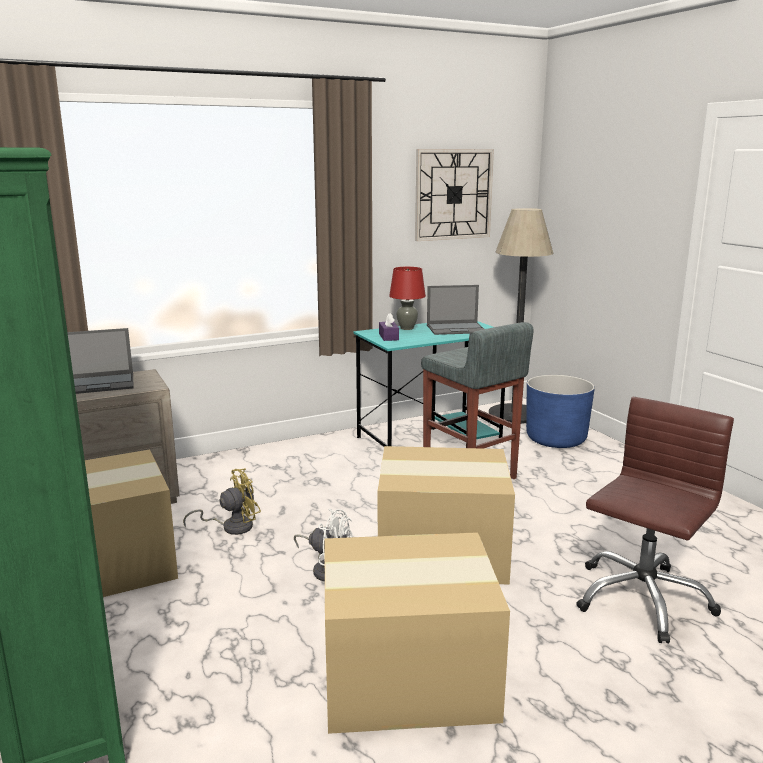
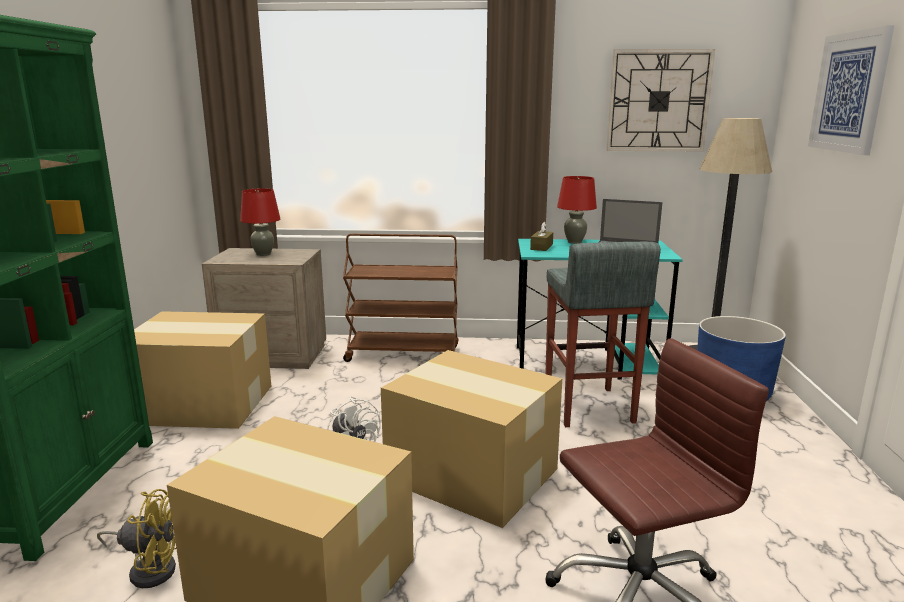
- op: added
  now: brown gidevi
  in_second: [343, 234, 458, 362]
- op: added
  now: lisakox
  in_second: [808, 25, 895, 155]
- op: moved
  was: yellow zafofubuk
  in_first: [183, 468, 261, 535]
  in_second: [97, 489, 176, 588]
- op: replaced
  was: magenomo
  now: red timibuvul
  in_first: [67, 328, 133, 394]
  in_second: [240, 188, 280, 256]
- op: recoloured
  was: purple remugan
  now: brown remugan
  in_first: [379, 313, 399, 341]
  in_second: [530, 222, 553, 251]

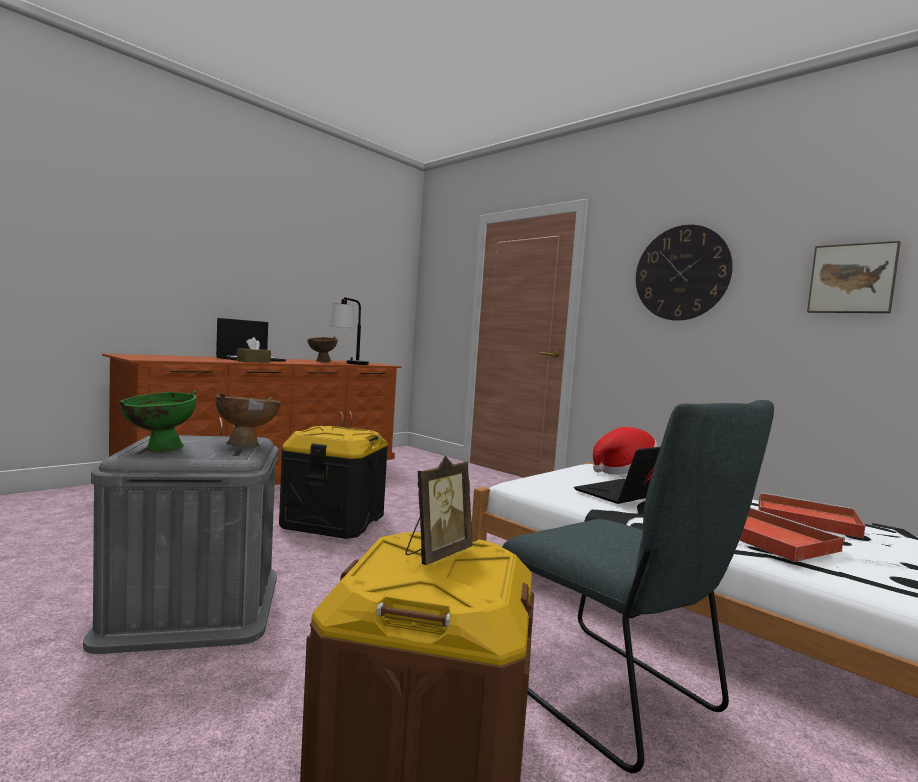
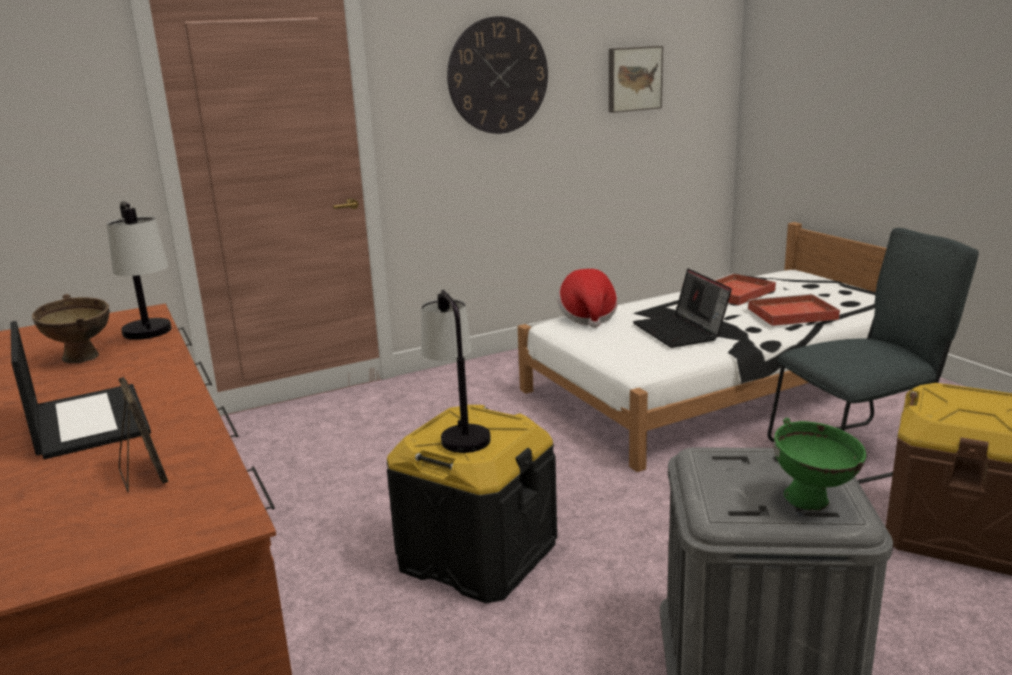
- op: removed
  was: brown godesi
  in_first: [215, 393, 281, 447]
- op: removed
  was: brown remugan
  in_first: [237, 337, 271, 363]
- op: added
  now: timibuvul
  in_second: [421, 290, 491, 453]
- op: moved
  was: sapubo
  in_first: [406, 456, 472, 565]
  in_second: [118, 377, 169, 492]

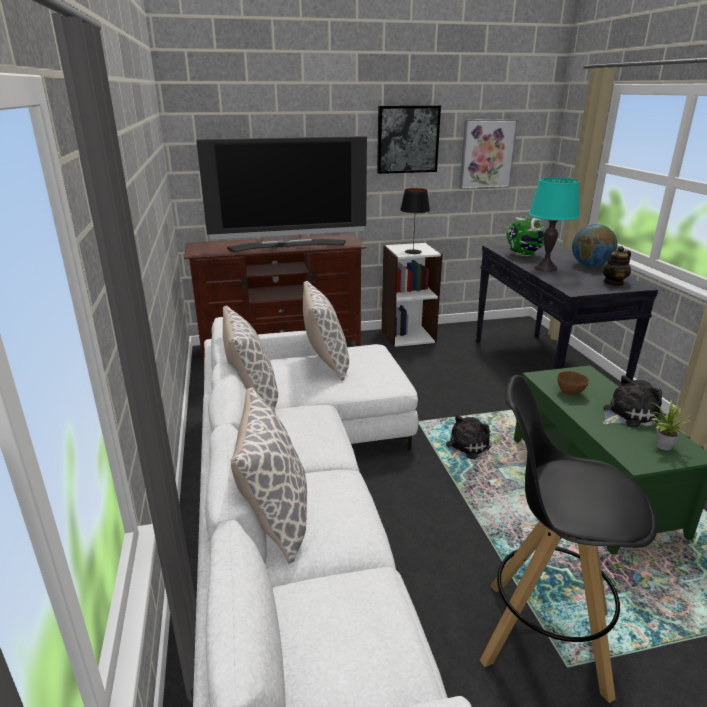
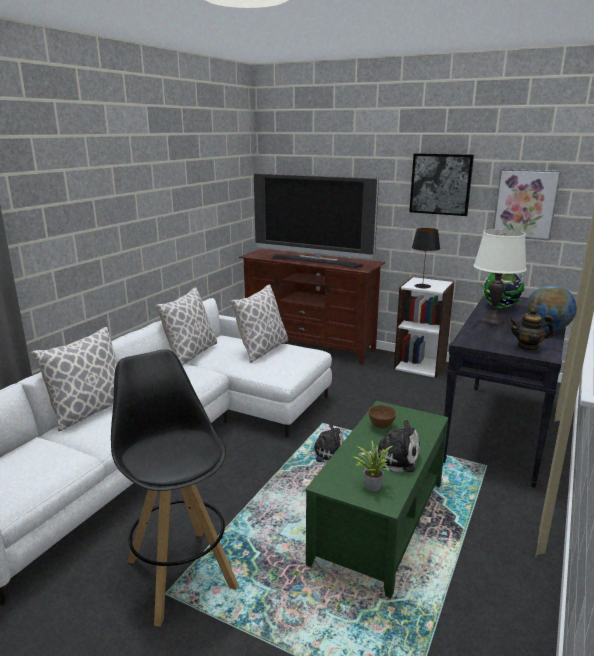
- op: recoloured
  was: turquoise timibuvul
  now: white timibuvul
  in_first: [529, 177, 580, 272]
  in_second: [474, 229, 527, 325]

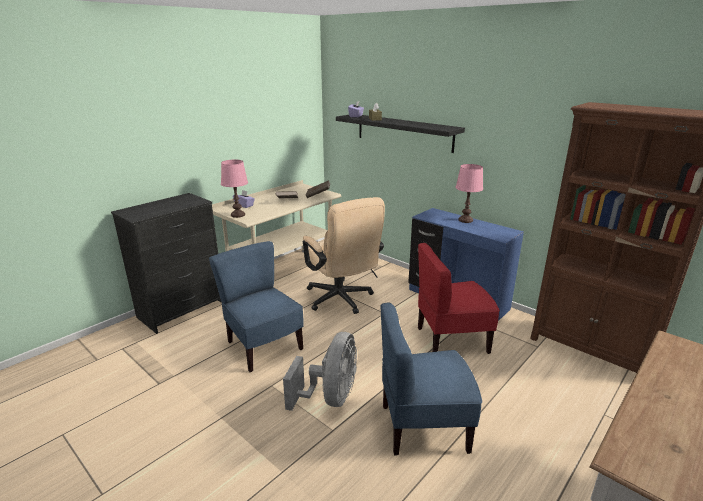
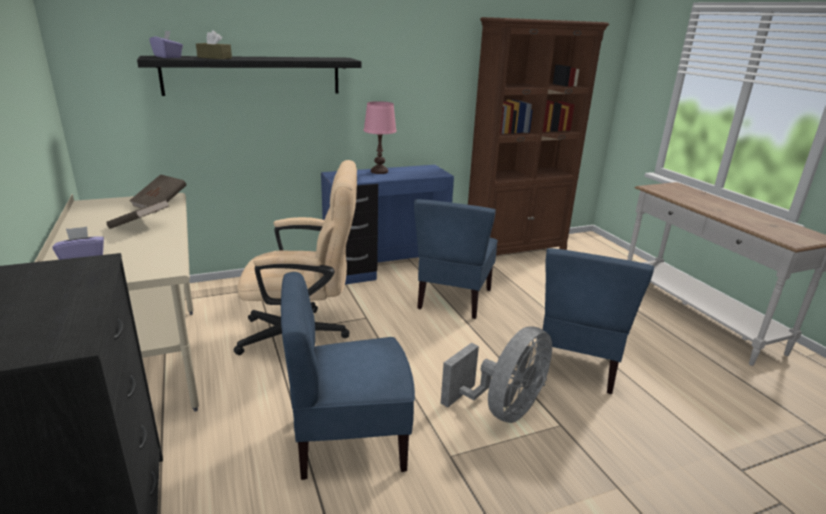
- op: removed
  was: pink timibuvul
  in_first: [221, 160, 248, 218]
- op: recoloured
  was: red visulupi
  now: blue visulupi
  in_first: [418, 243, 500, 354]
  in_second: [414, 199, 498, 319]
- op: turned
  was: grey zafofubuk
  in_first: [283, 332, 357, 411]
  in_second: [441, 327, 552, 423]
  clockwise: 90

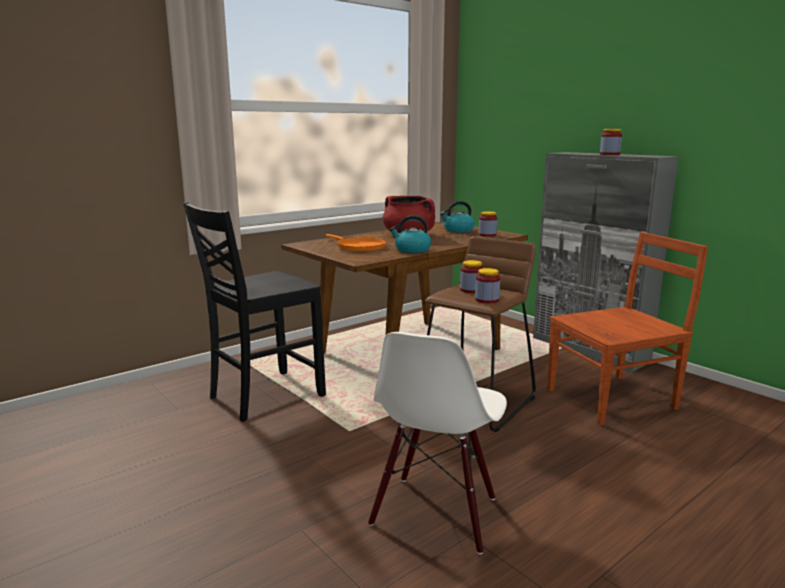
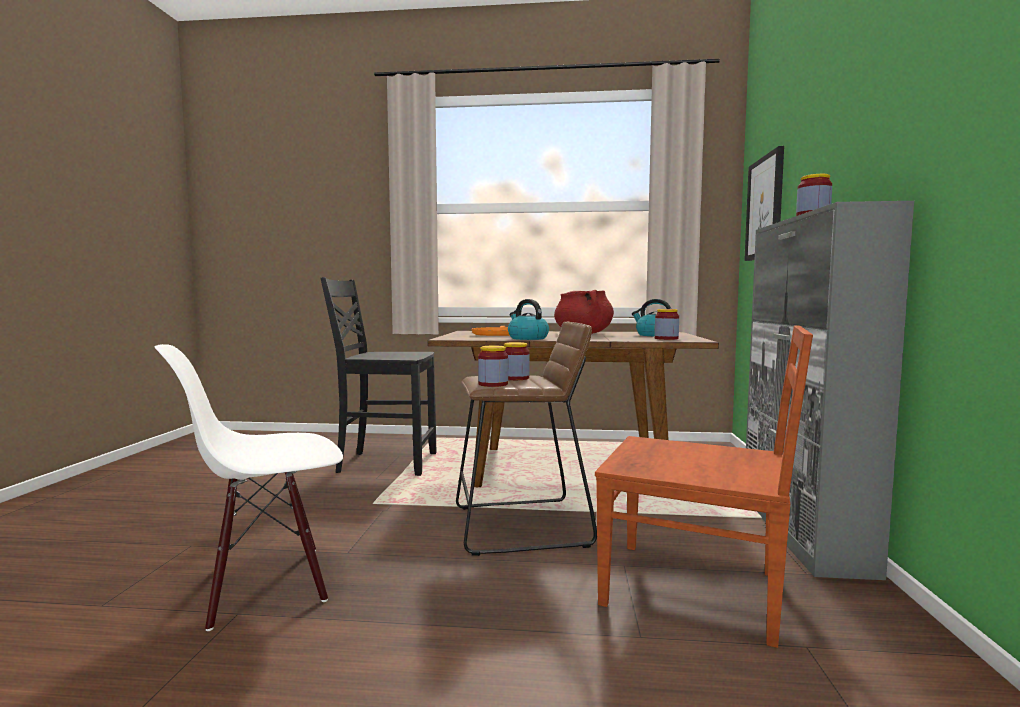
- op: added
  now: lisakox
  in_second: [744, 146, 784, 261]

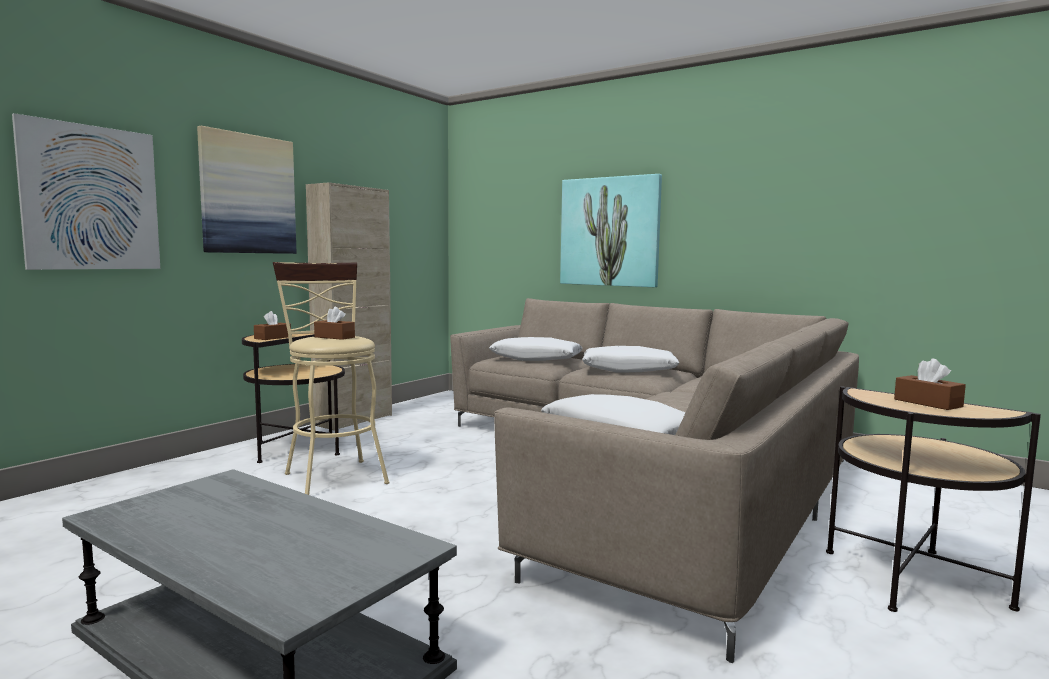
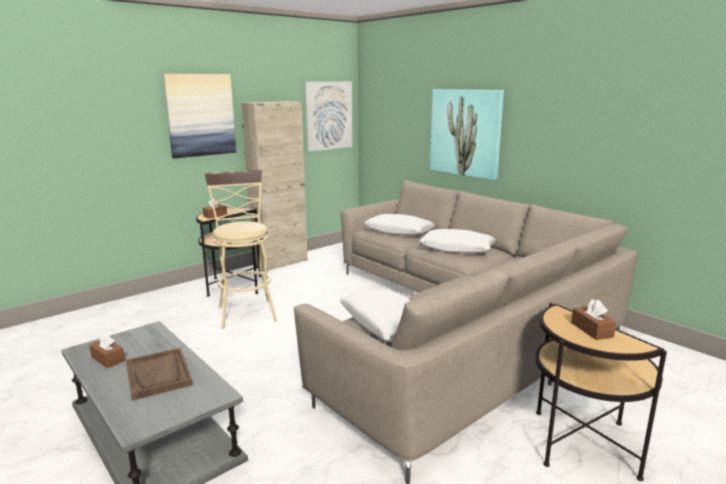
- op: added
  now: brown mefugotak
  in_second: [126, 348, 193, 401]
- op: moved
  was: lisakox
  in_first: [12, 113, 160, 270]
  in_second: [305, 81, 353, 152]
- op: moved
  was: brown remugan
  in_first: [314, 307, 355, 340]
  in_second: [89, 333, 125, 368]

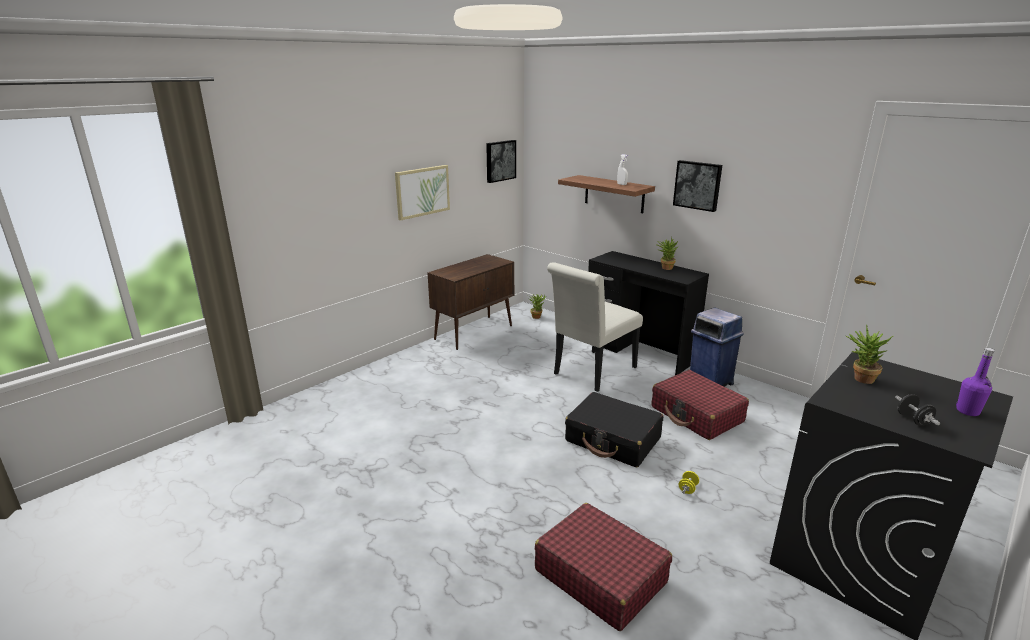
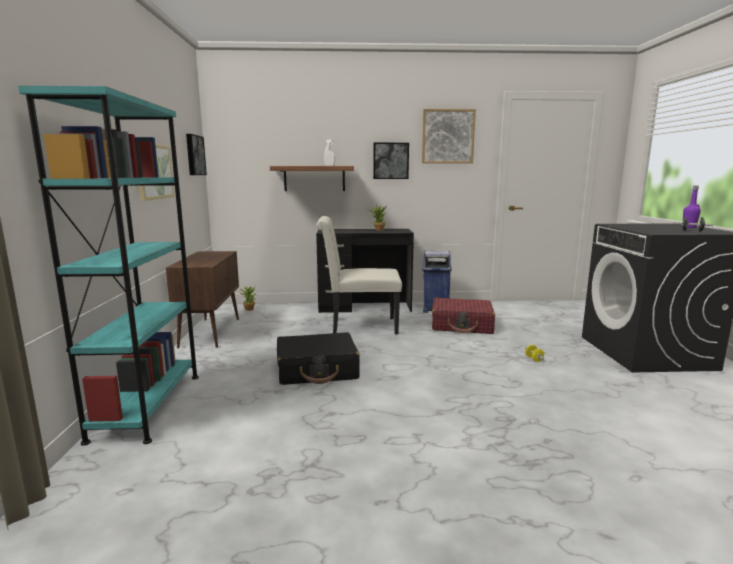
- op: removed
  was: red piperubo
  in_first: [535, 503, 672, 631]
- op: removed
  was: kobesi
  in_first: [846, 325, 893, 384]
- op: added
  now: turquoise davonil
  in_second: [18, 86, 199, 446]
- op: added
  now: lisakox
  in_second: [422, 109, 476, 163]
- op: moved
  was: black piperubo
  in_first: [565, 392, 663, 467]
  in_second: [277, 332, 360, 385]
- op: turned
  was: white visulupi
  in_first: [547, 262, 643, 392]
  in_second: [316, 216, 402, 335]
  clockwise: 90

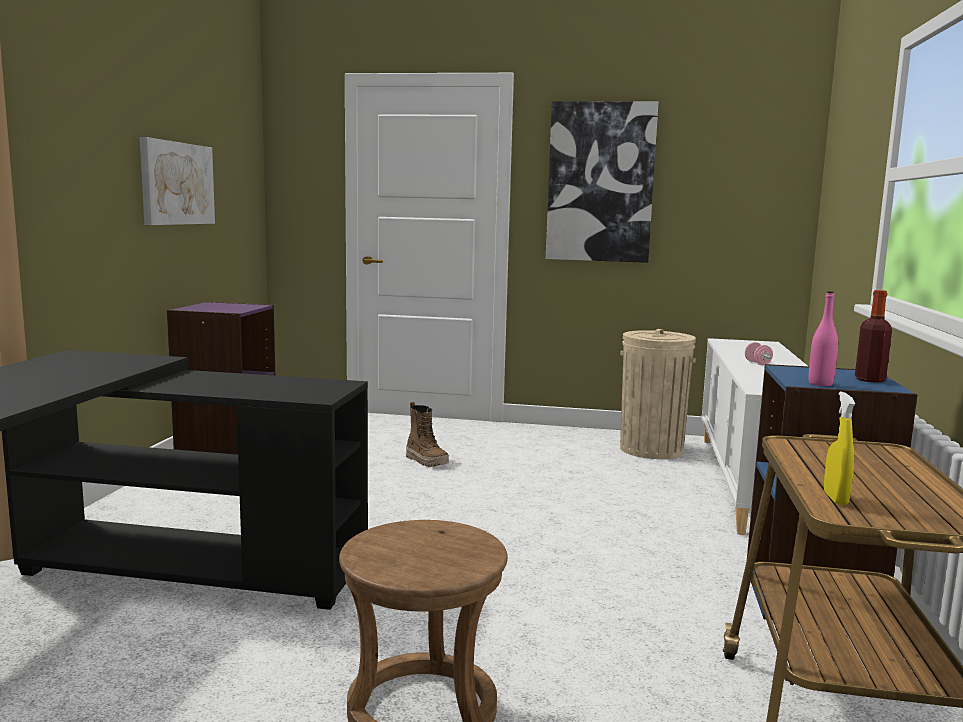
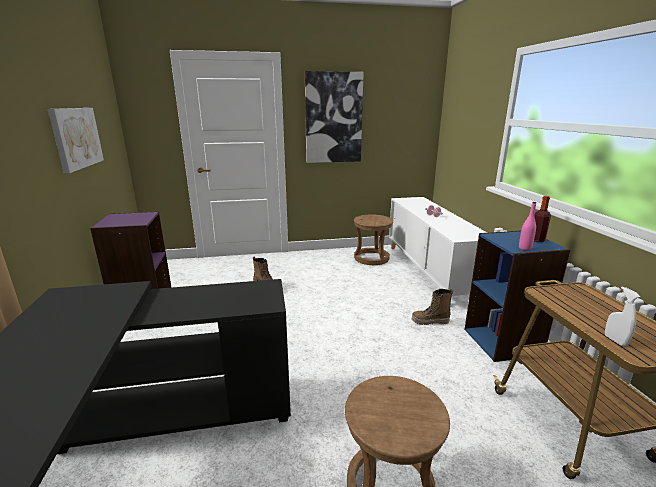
- op: added
  now: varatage
  in_second: [411, 289, 453, 325]
- op: replaced
  was: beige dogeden
  now: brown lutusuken
  in_first: [620, 329, 696, 459]
  in_second: [354, 215, 393, 265]
- op: recoloured
  was: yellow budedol
  now: white budedol
  in_first: [824, 392, 855, 505]
  in_second: [605, 286, 640, 346]

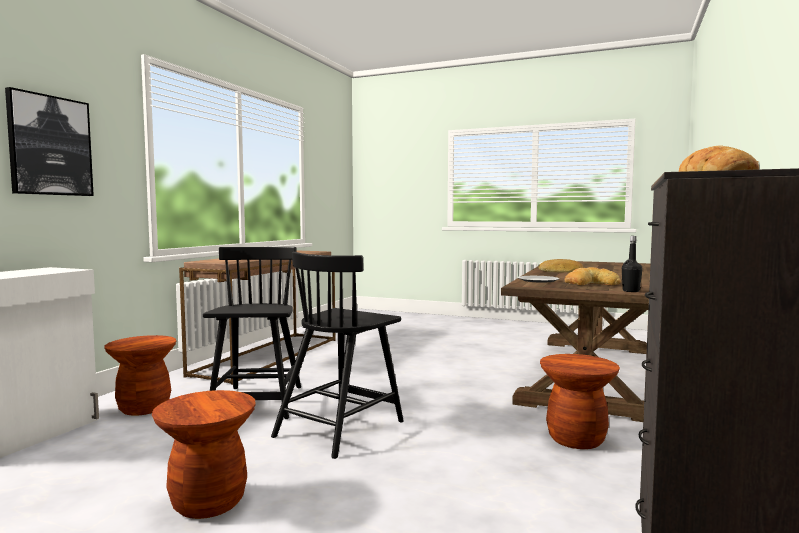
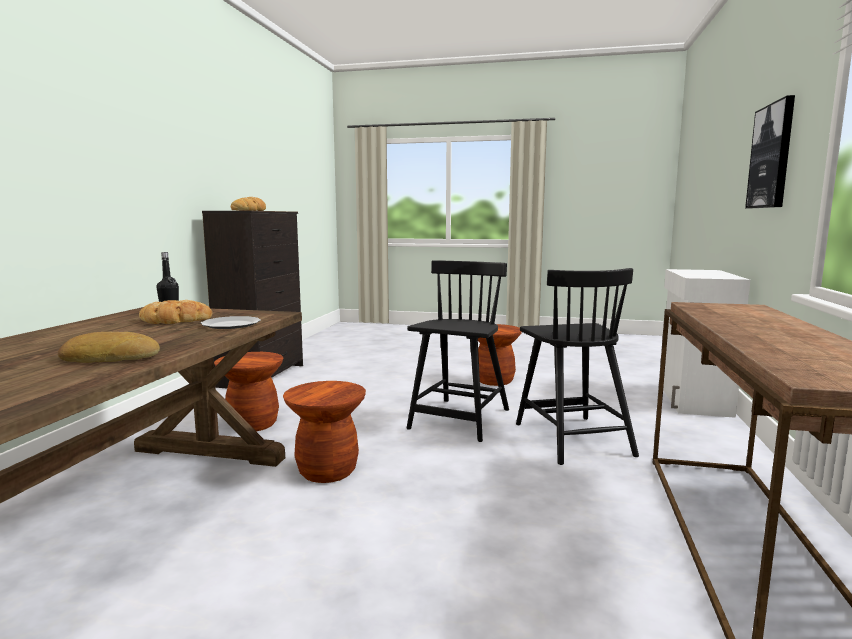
- op: moved
  was: brown lutusuken
  in_first: [104, 335, 176, 416]
  in_second: [283, 381, 366, 483]

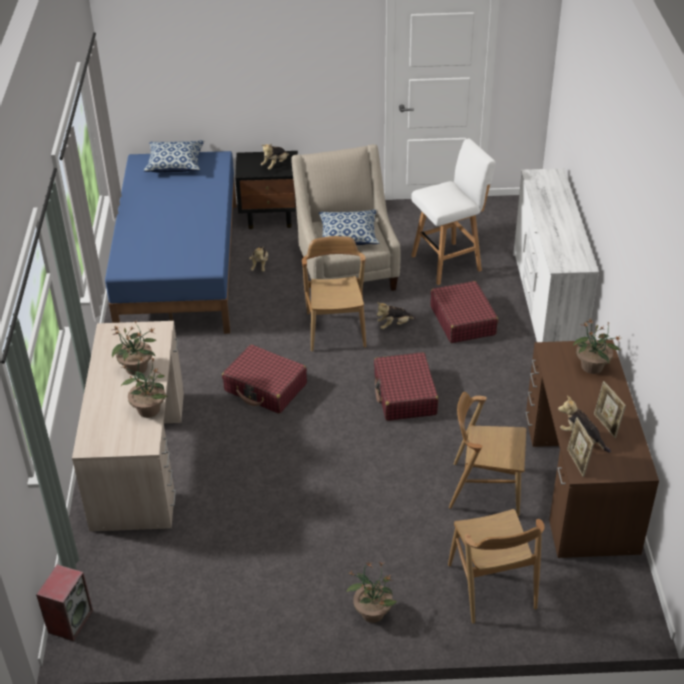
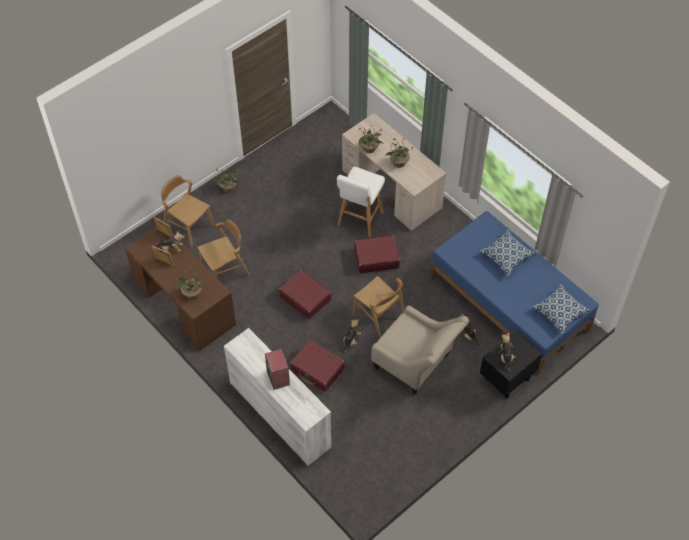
- op: moved
  was: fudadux
  in_first: [36, 564, 93, 641]
  in_second: [265, 349, 290, 390]
- op: moved
  was: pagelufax
  in_first: [319, 209, 379, 245]
  in_second: [479, 230, 536, 276]
- op: moved
  was: white lutusuken
  in_first: [411, 138, 496, 285]
  in_second: [337, 167, 385, 237]

